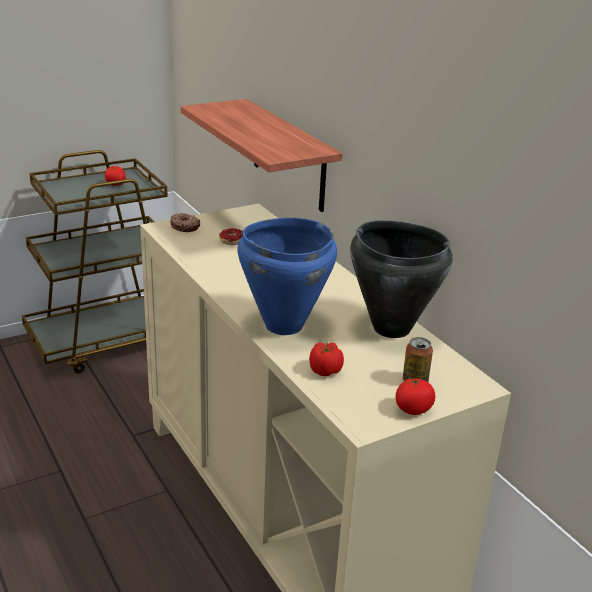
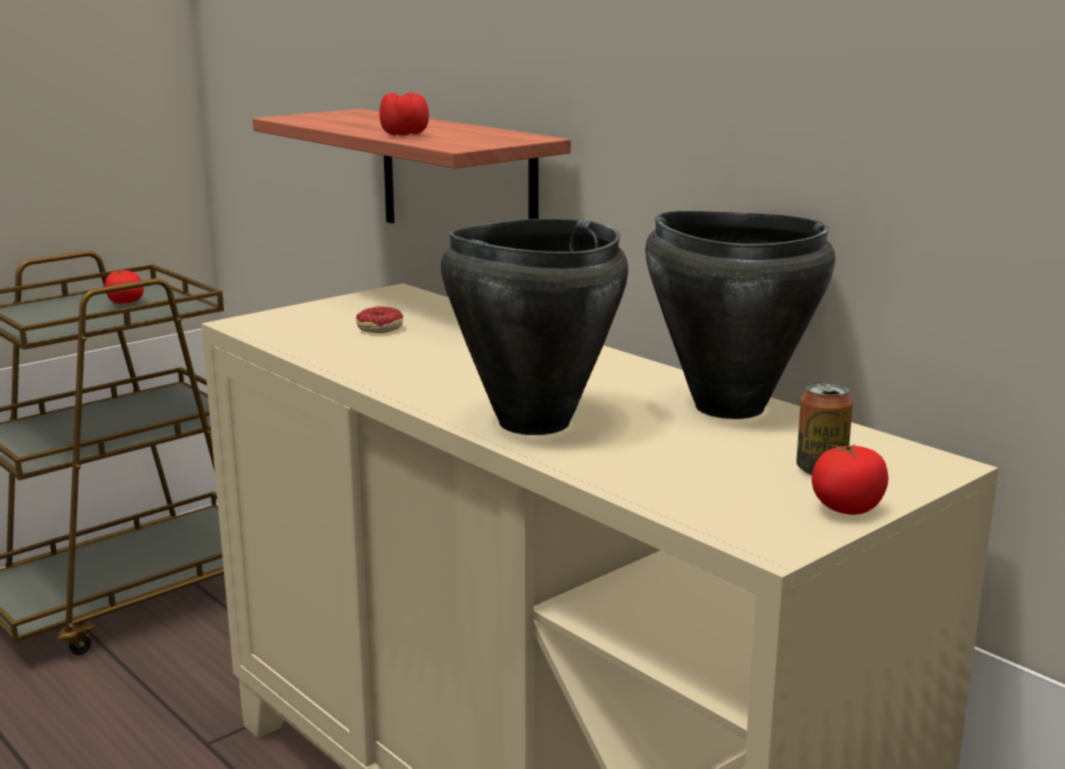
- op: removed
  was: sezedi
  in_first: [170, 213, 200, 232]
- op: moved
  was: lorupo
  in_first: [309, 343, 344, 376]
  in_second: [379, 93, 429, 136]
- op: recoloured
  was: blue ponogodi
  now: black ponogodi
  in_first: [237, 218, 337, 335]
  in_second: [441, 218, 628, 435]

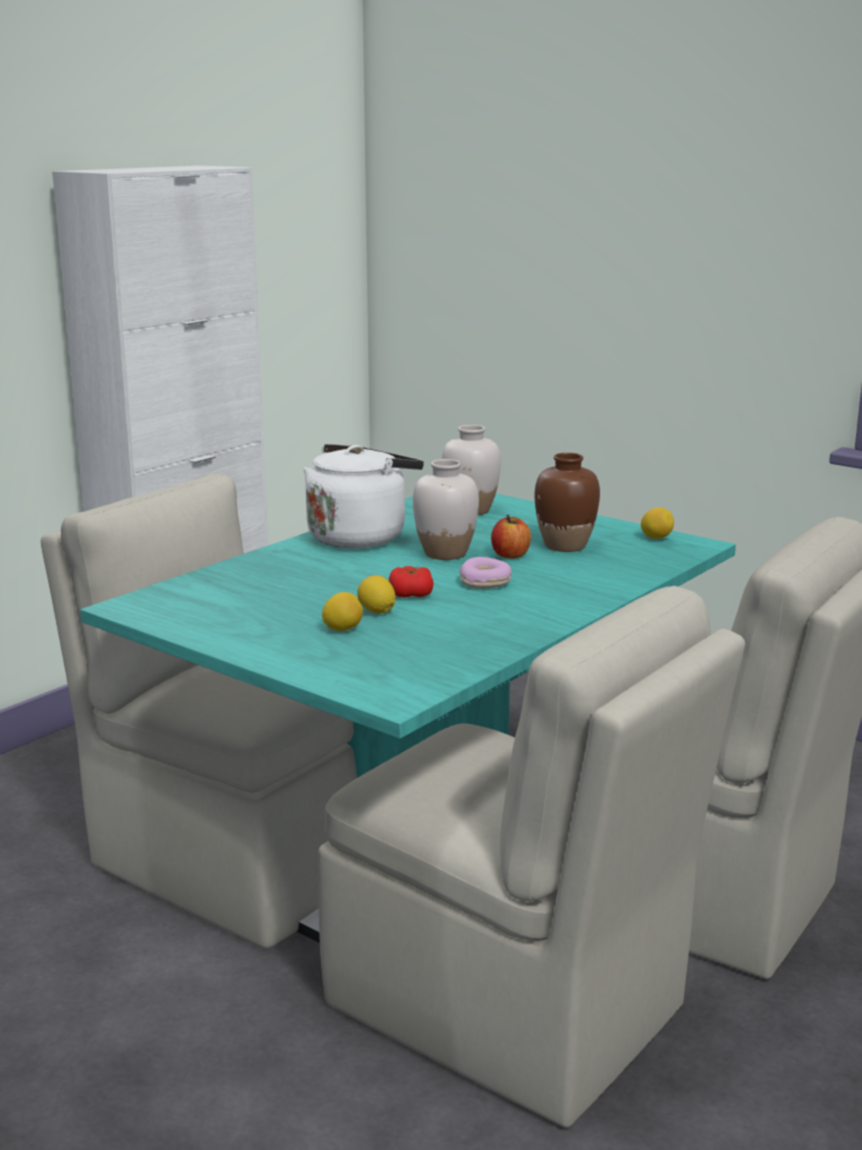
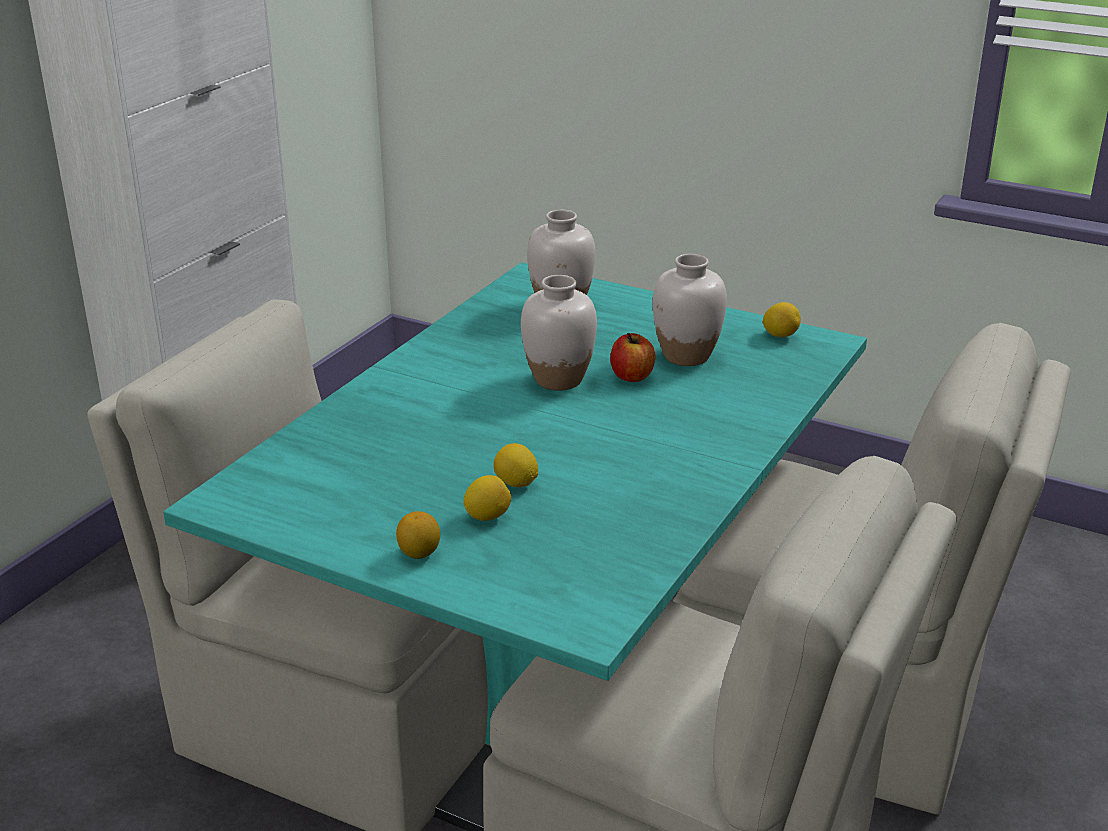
- op: removed
  was: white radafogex
  in_first: [303, 444, 424, 548]
- op: removed
  was: lorupo
  in_first: [389, 566, 434, 597]
- op: removed
  was: sezedi
  in_first: [459, 557, 512, 589]
- op: added
  now: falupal
  in_second: [396, 511, 440, 559]
- op: recoloured
  was: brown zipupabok
  now: white zipupabok
  in_first: [535, 453, 600, 552]
  in_second: [653, 254, 727, 366]

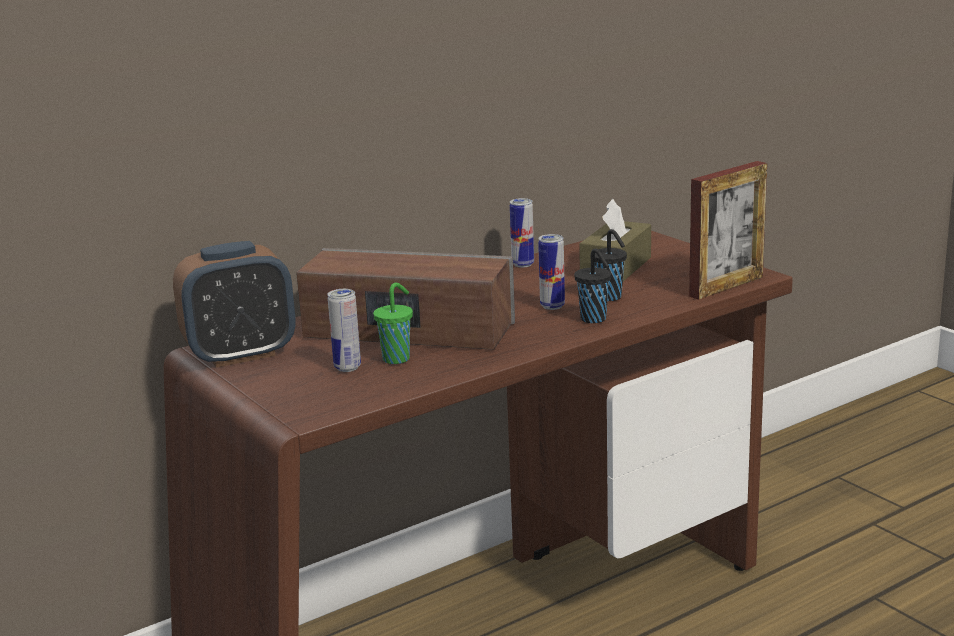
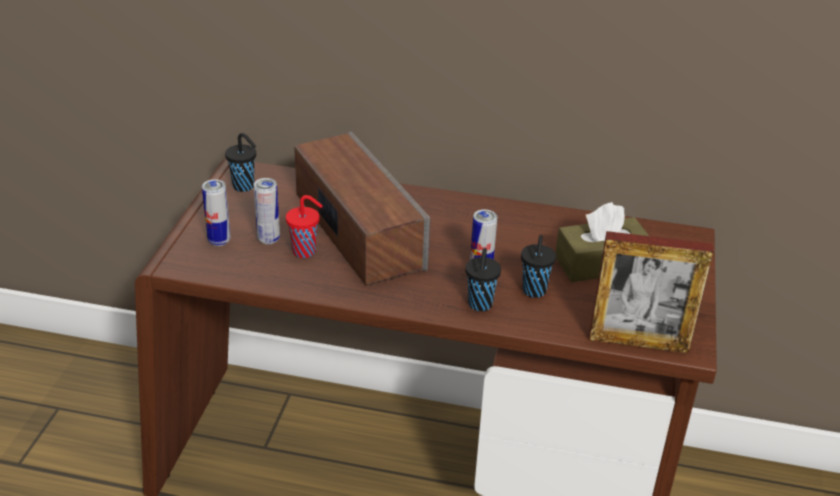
- op: moved
  was: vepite
  in_first: [510, 198, 534, 268]
  in_second: [202, 179, 231, 246]
- op: replaced
  was: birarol
  now: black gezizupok
  in_first: [173, 241, 295, 368]
  in_second: [225, 133, 257, 192]
- op: recoloured
  was: green gezizupok
  now: red gezizupok
  in_first: [373, 283, 413, 364]
  in_second: [286, 195, 323, 258]

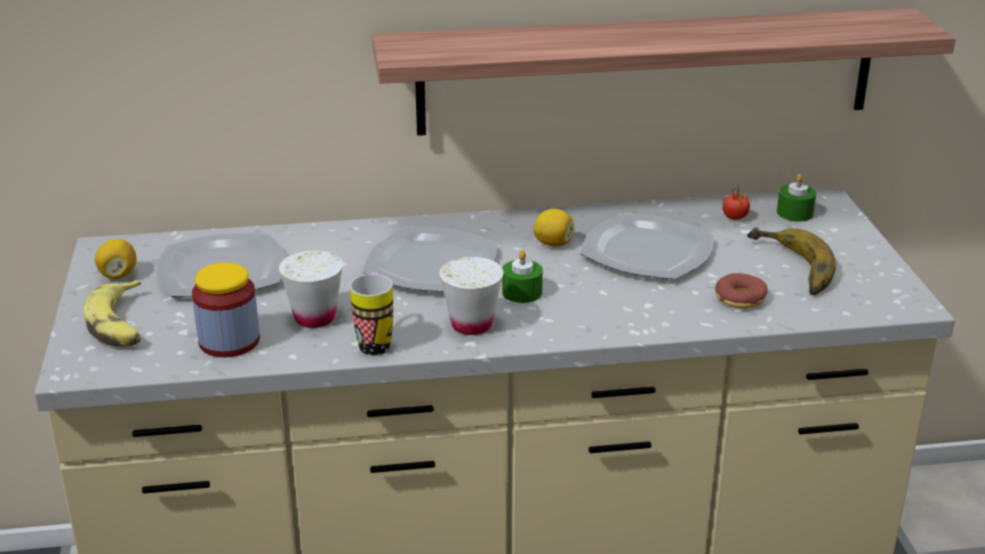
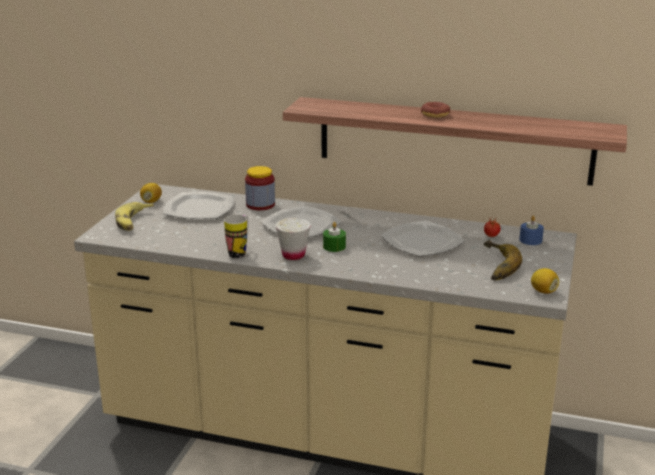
- op: removed
  was: white gezizupok
  in_first: [279, 250, 343, 328]
- op: moved
  was: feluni
  in_first: [192, 263, 260, 357]
  in_second: [245, 166, 275, 210]
- op: moved
  was: falupal
  in_first: [534, 209, 575, 246]
  in_second: [531, 268, 559, 294]
- op: moved
  was: sezedi
  in_first: [715, 273, 768, 309]
  in_second: [421, 102, 450, 118]
- op: recoloured
  was: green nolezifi
  now: blue nolezifi
  in_first: [777, 174, 816, 222]
  in_second: [519, 216, 544, 245]

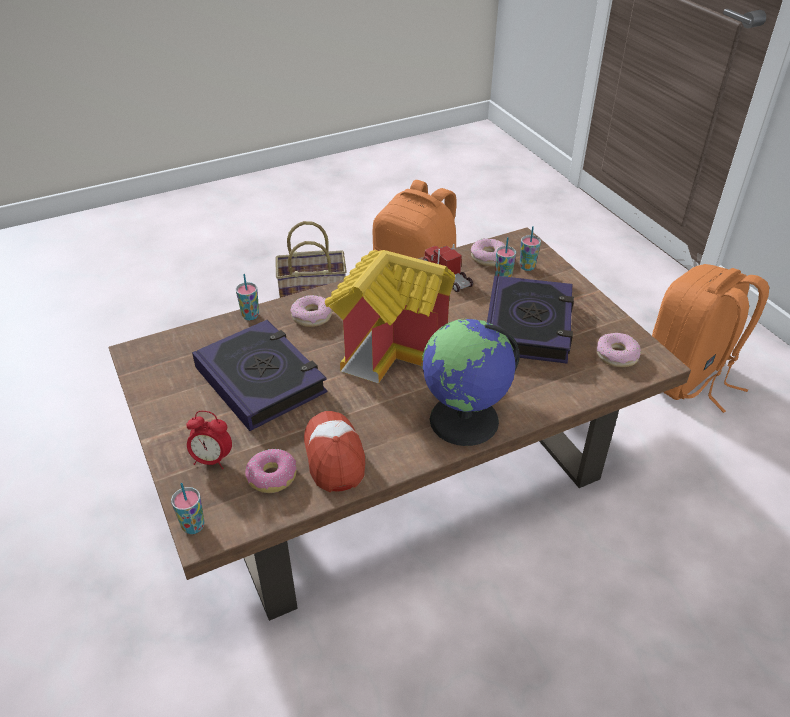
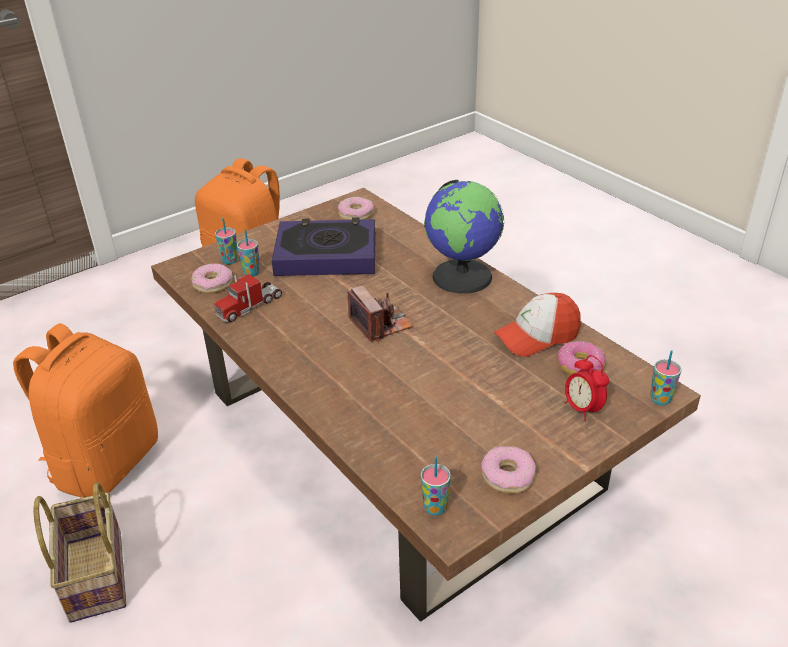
- op: removed
  was: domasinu
  in_first: [192, 320, 328, 431]
- op: moved
  was: gezizupok
  in_first: [236, 274, 259, 320]
  in_second: [421, 457, 451, 516]
- op: moved
  was: sezedi
  in_first: [291, 295, 332, 327]
  in_second: [481, 446, 536, 493]
- op: replaced
  was: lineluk
  now: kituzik
  in_first: [325, 250, 455, 384]
  in_second: [348, 286, 413, 342]
- op: turned
  was: birarol
  in_first: [186, 411, 232, 469]
  in_second: [565, 355, 609, 421]
  clockwise: 150

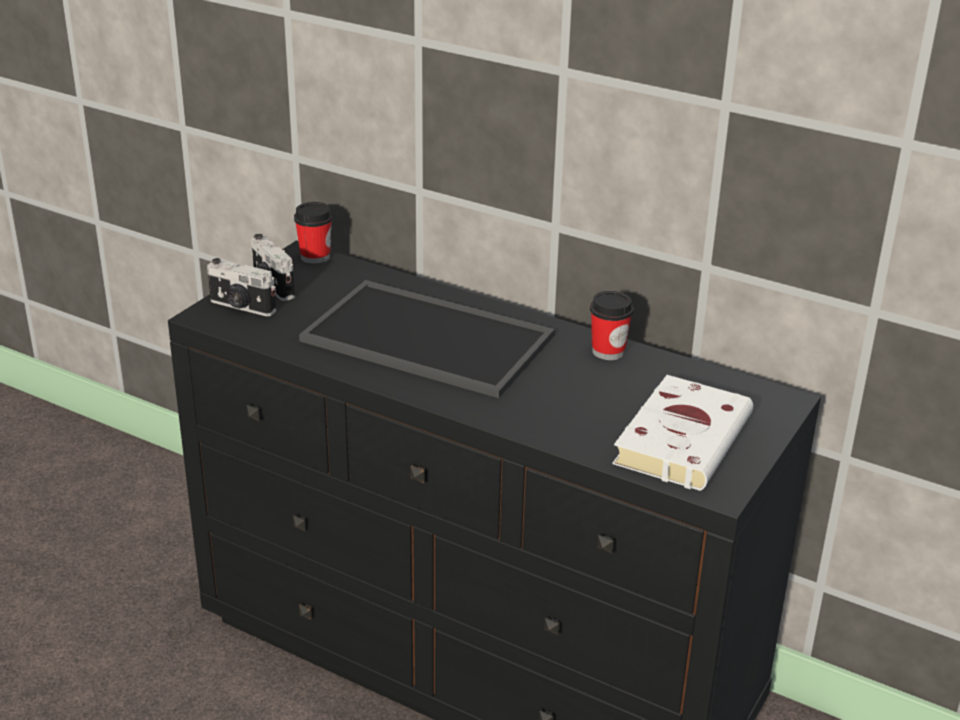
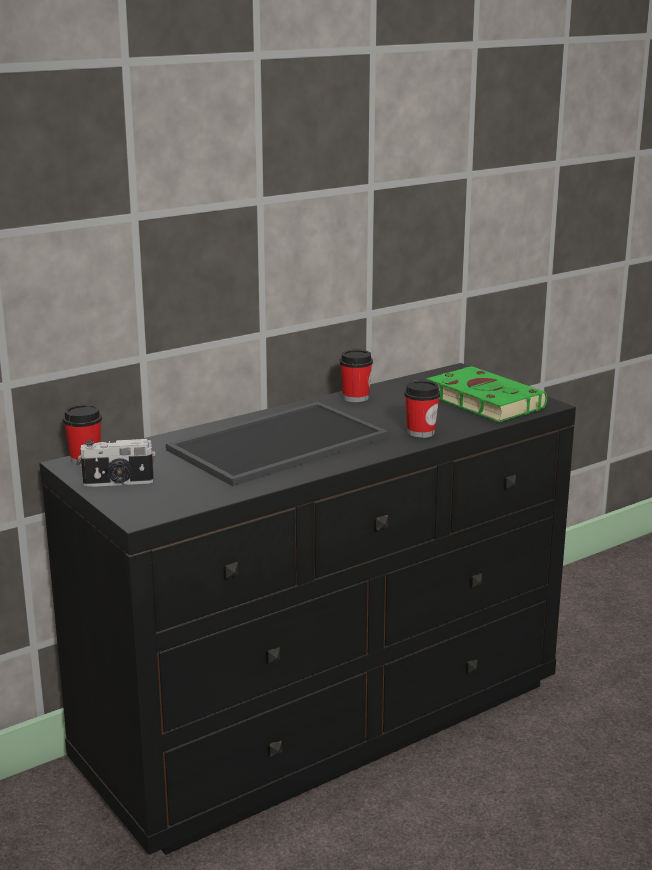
- op: removed
  was: kituzik
  in_first: [207, 258, 277, 316]
- op: added
  now: gezizupok
  in_second: [404, 380, 440, 438]
- op: recoloured
  was: white domasinu
  now: green domasinu
  in_first: [613, 375, 753, 491]
  in_second: [427, 366, 547, 422]

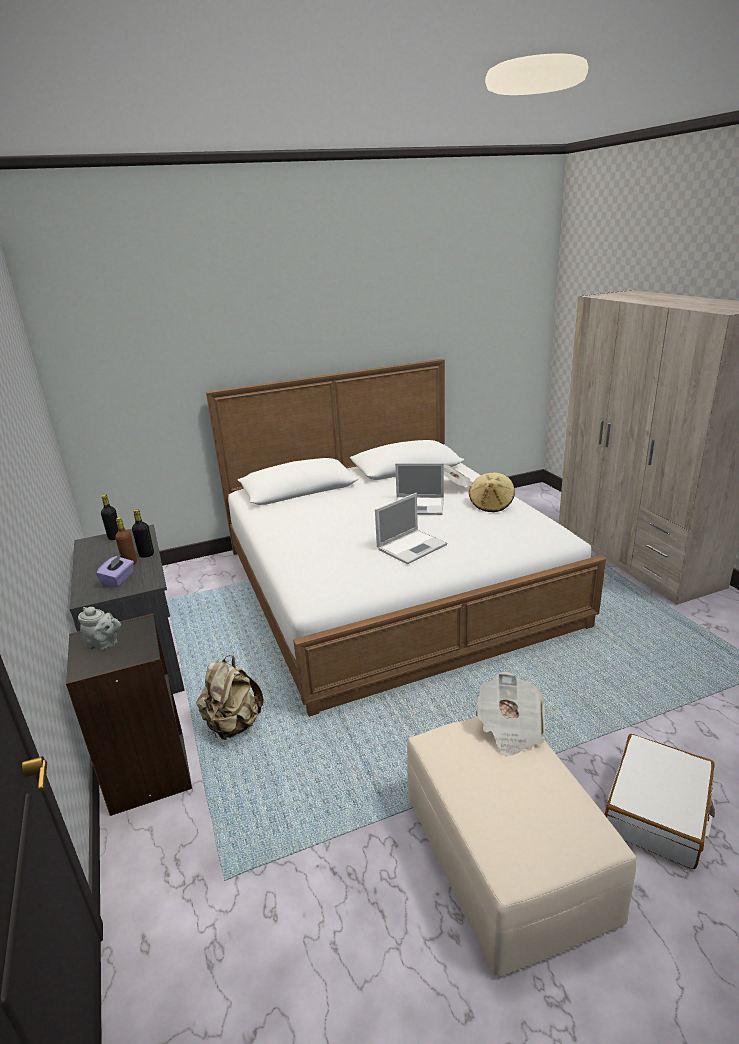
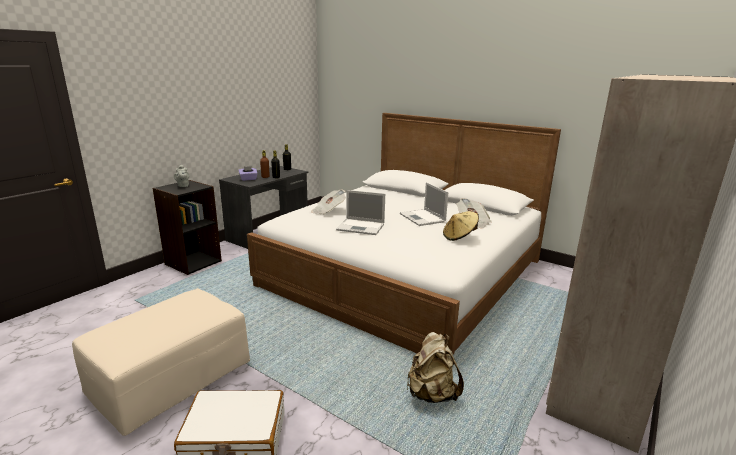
- op: moved
  was: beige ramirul
  in_first: [196, 655, 264, 740]
  in_second: [407, 332, 464, 403]
- op: moved
  was: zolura
  in_first: [476, 672, 545, 757]
  in_second: [311, 190, 346, 215]

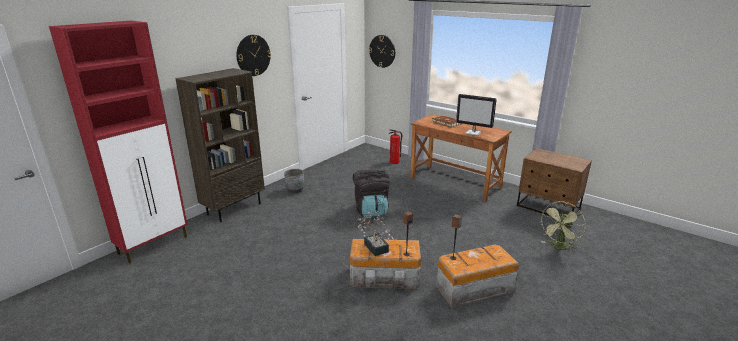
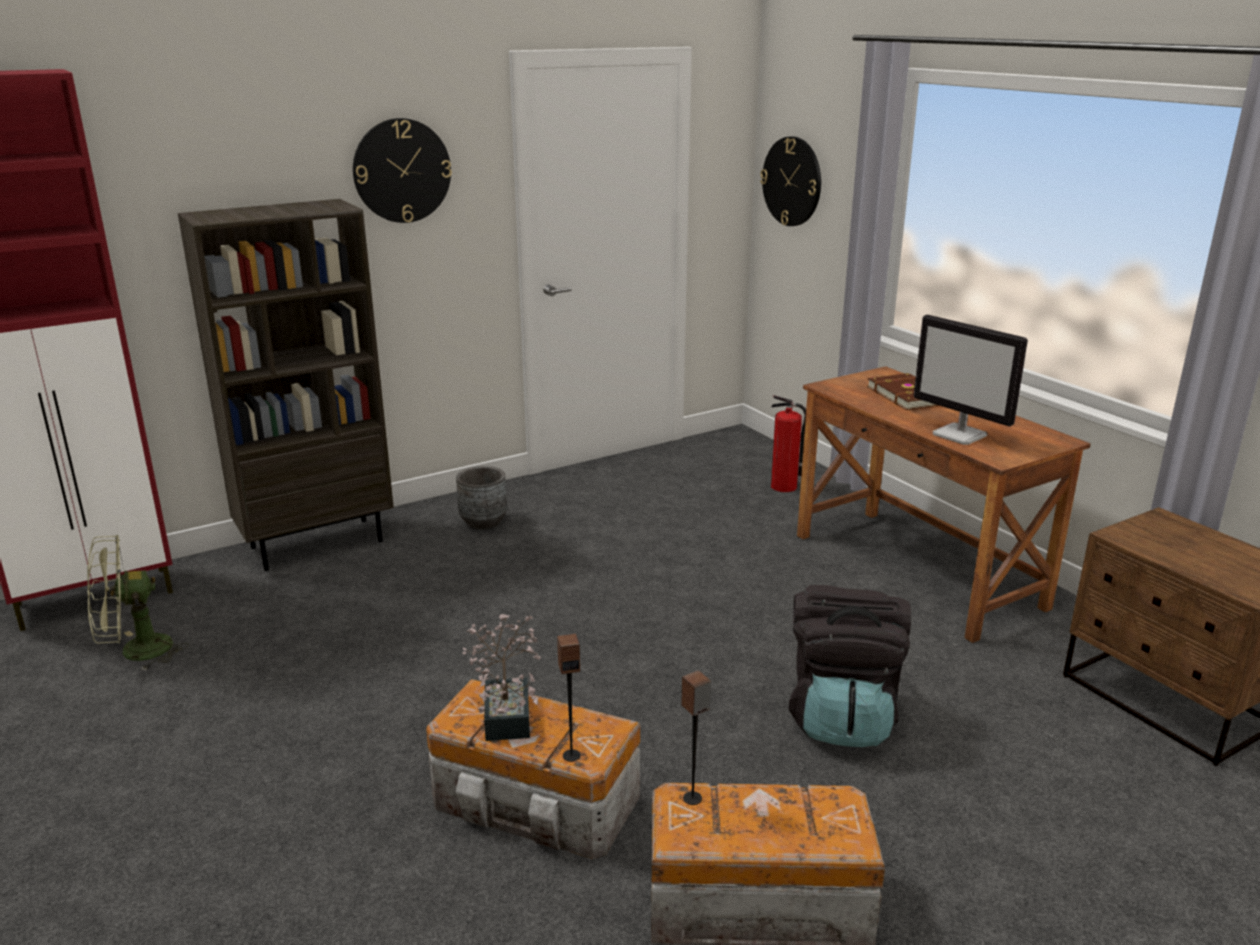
- op: moved
  was: black ramirul
  in_first: [353, 170, 390, 217]
  in_second: [789, 585, 911, 747]
- op: moved
  was: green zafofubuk
  in_first: [539, 201, 586, 252]
  in_second: [87, 535, 189, 671]

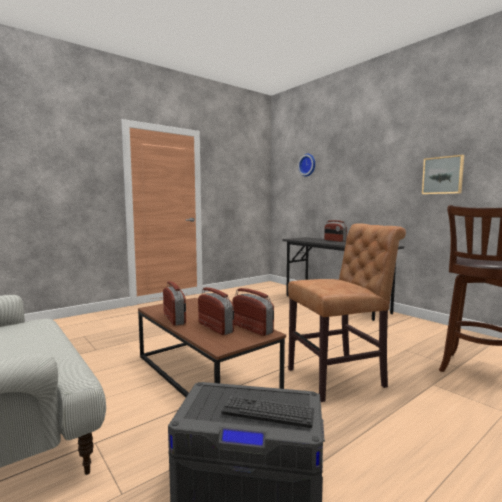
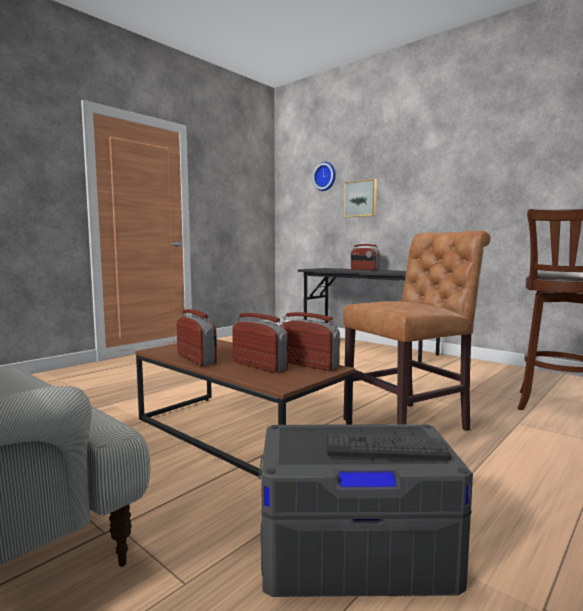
- op: moved
  was: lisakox
  in_first: [422, 155, 464, 194]
  in_second: [344, 179, 377, 217]

